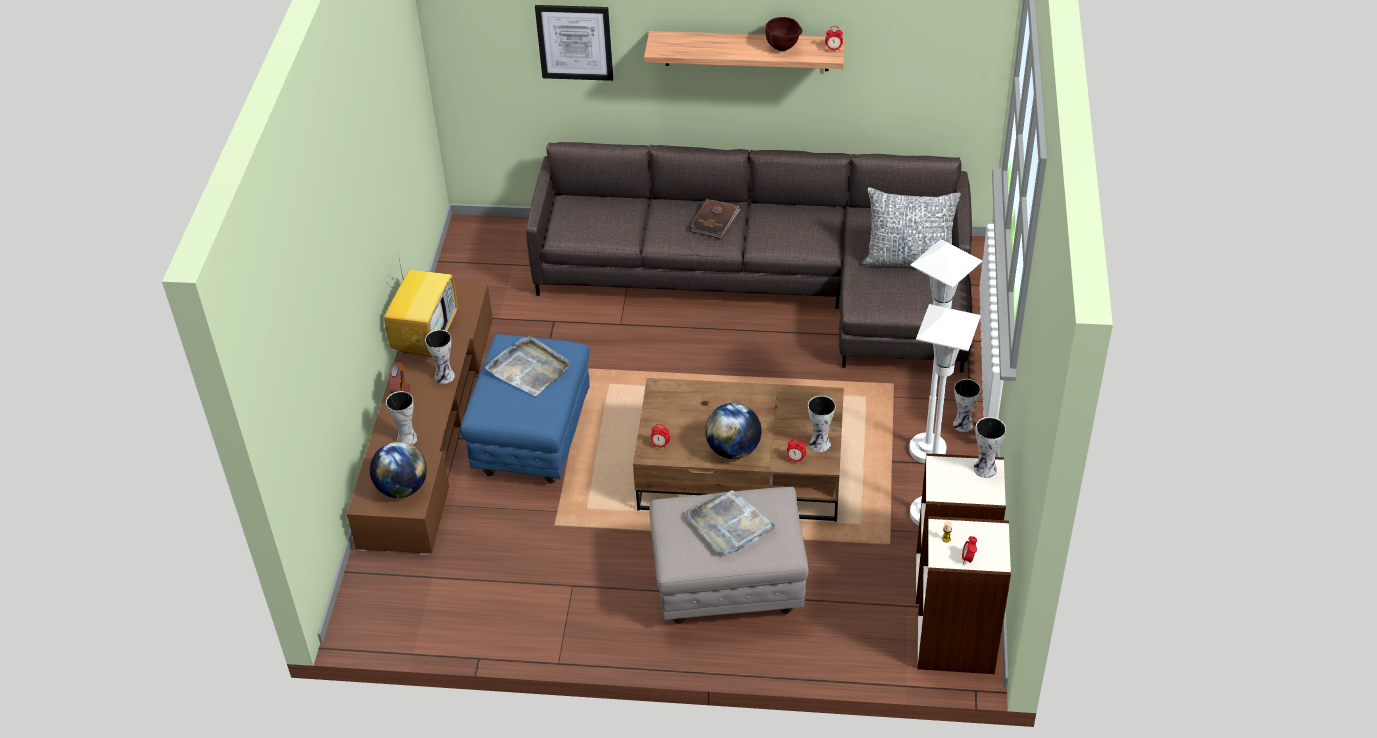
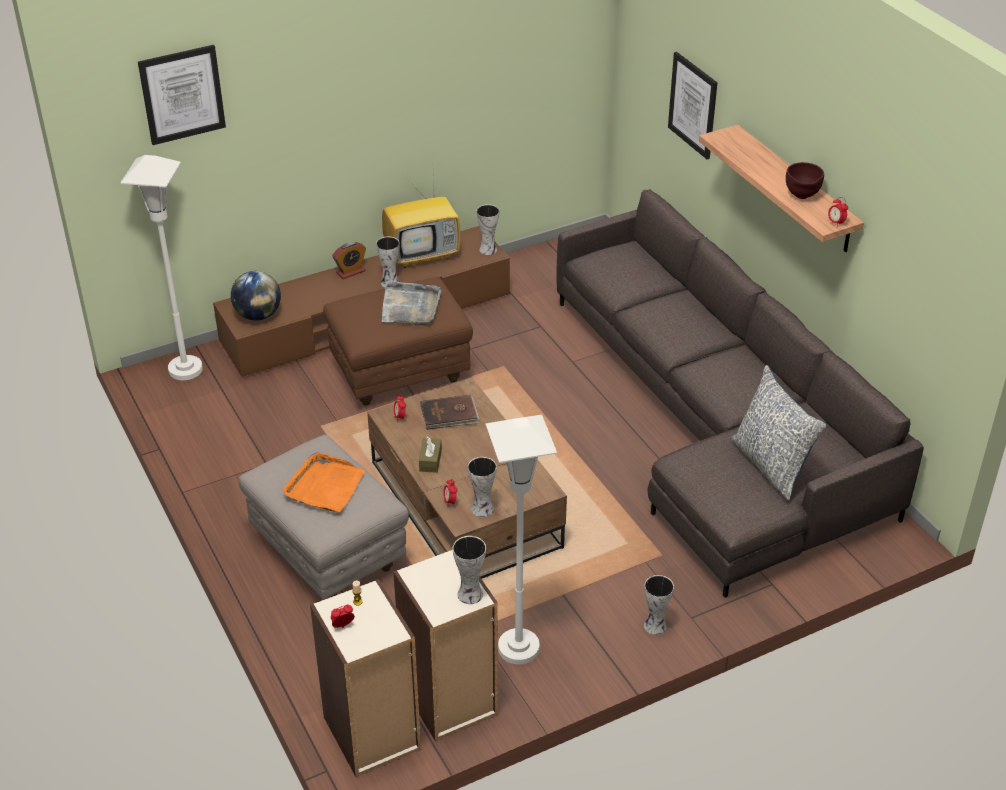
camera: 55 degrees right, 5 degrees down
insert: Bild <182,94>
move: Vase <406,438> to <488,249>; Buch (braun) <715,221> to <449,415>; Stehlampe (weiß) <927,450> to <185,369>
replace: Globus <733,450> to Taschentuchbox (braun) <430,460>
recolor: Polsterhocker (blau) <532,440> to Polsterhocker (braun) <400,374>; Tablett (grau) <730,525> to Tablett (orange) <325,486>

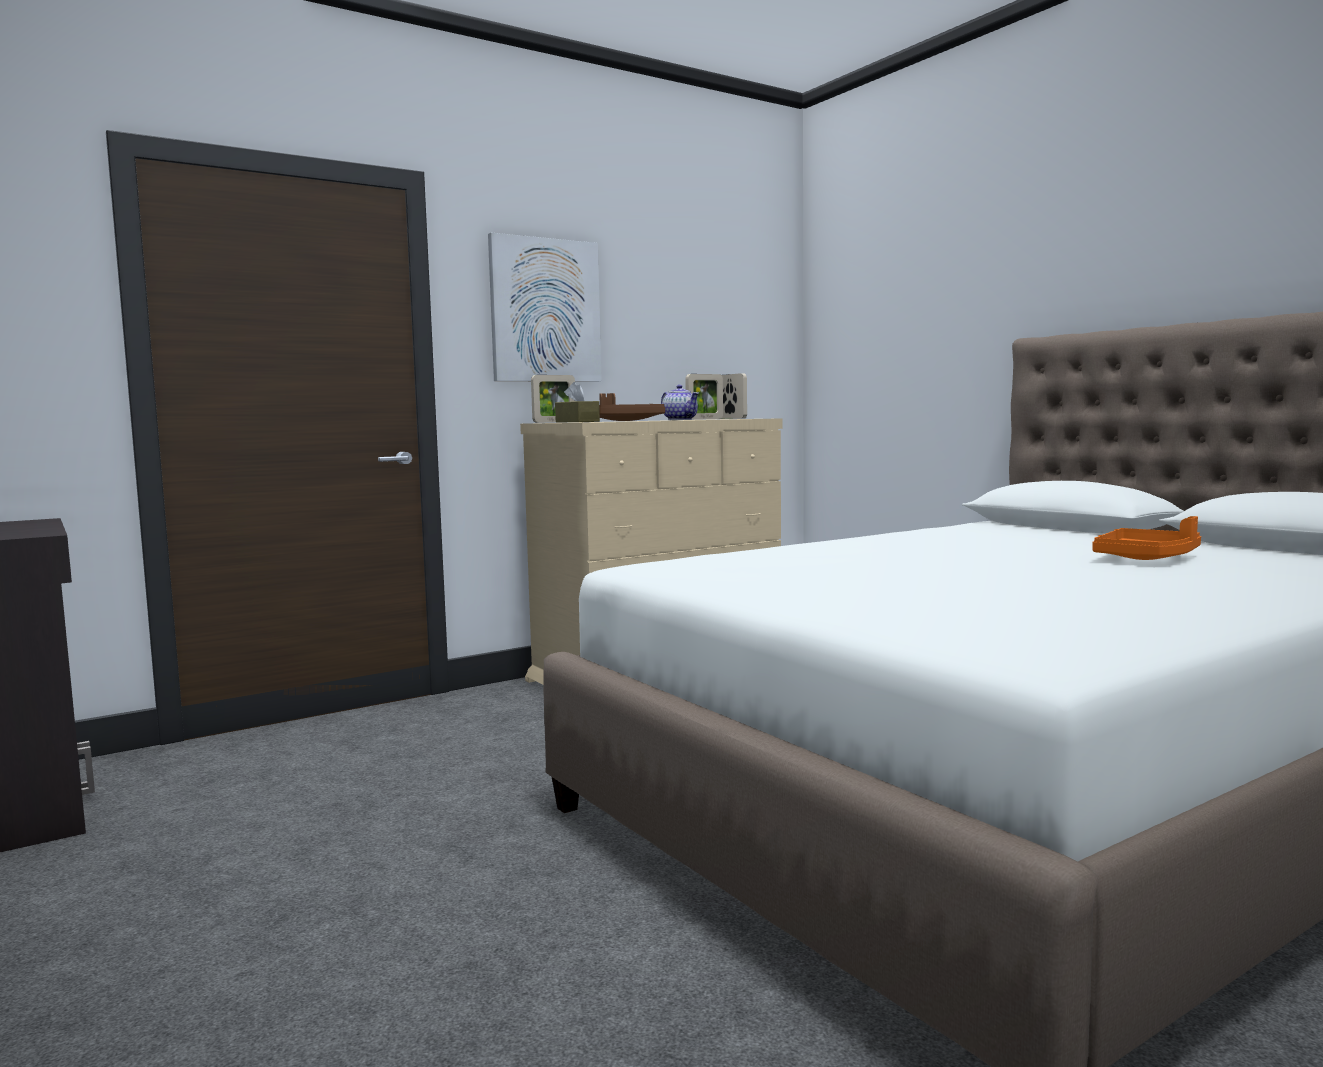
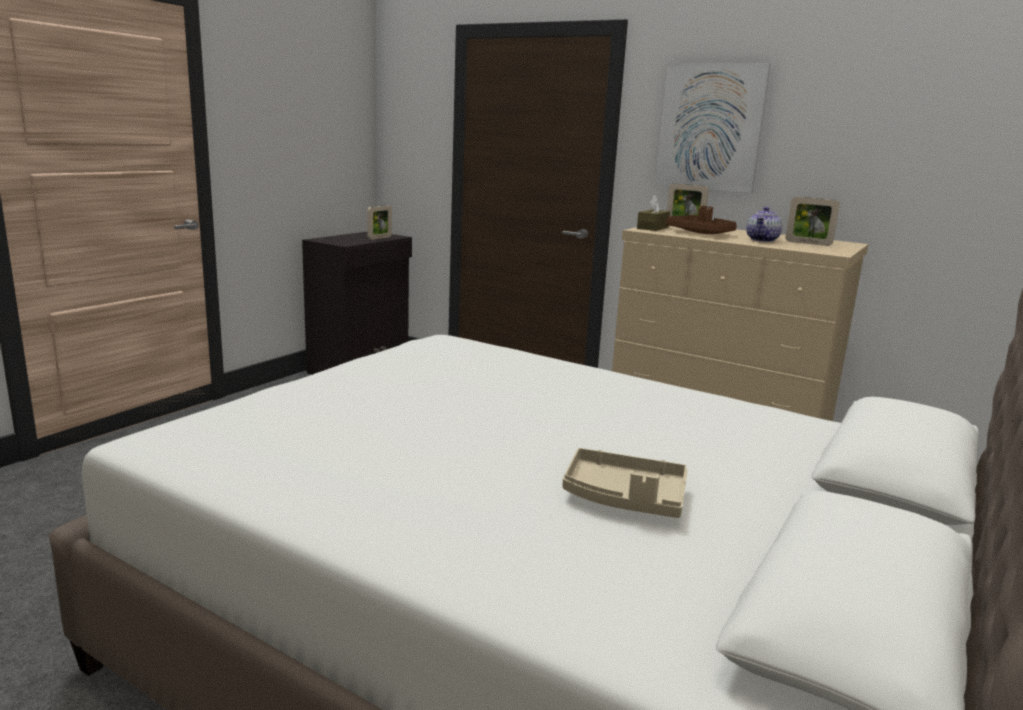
camera: 65 degrees right, 10 degrees up
move: Bilderrahmen <731,418> to <379,238>
recolor: Tablett (orange) <1147,558> to Tablett (beige) <624,498>

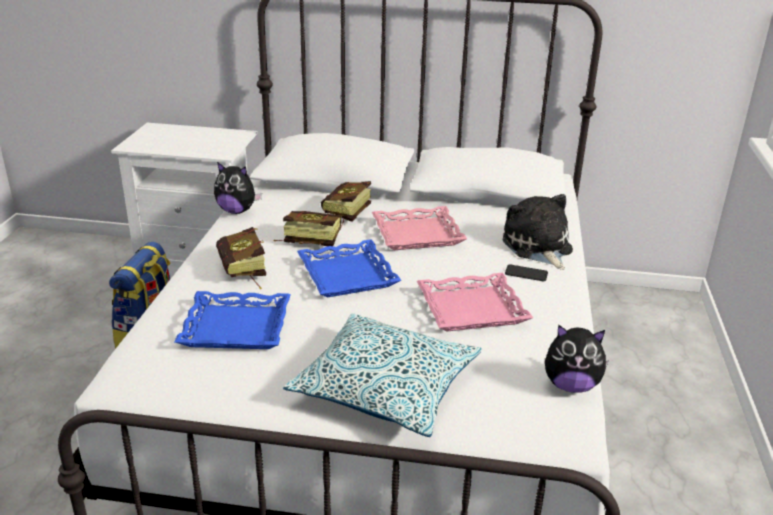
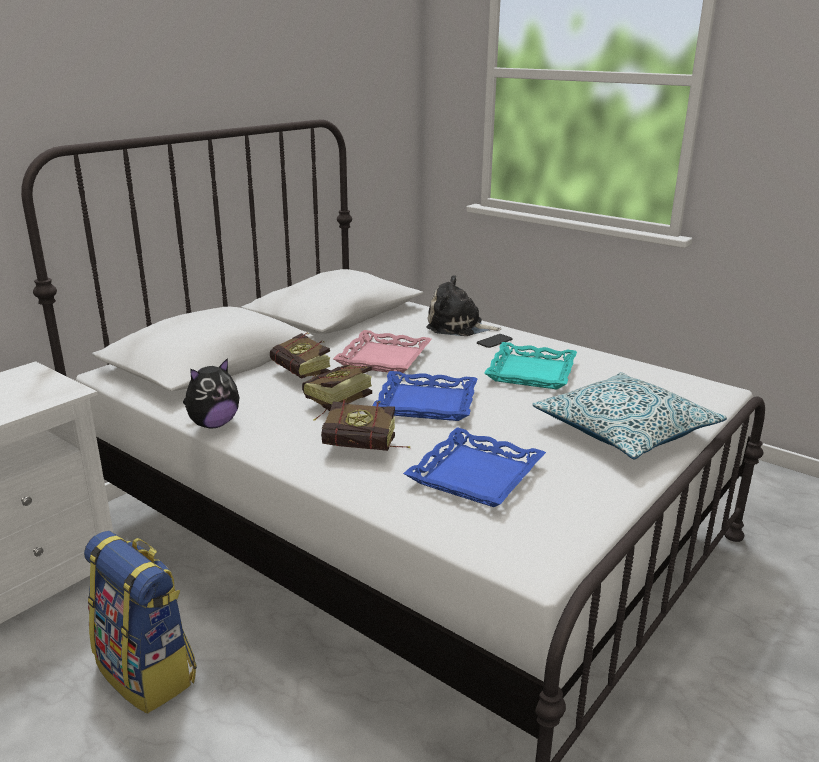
camera: 60 degrees left, 5 degrees down
delete: Plüschtier <571,385>
recolor: Tablett (rosa) <472,310> to Tablett (türkis) <532,372>

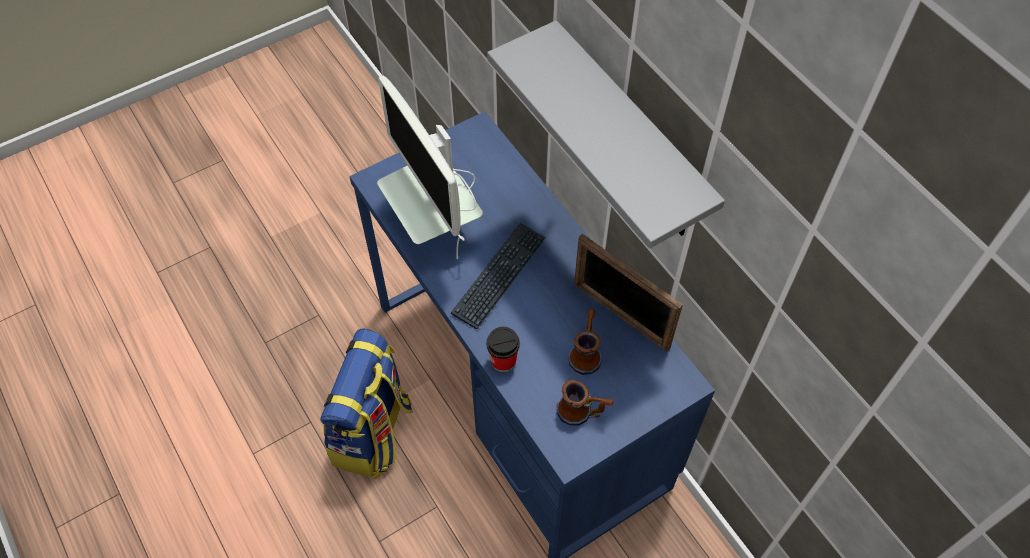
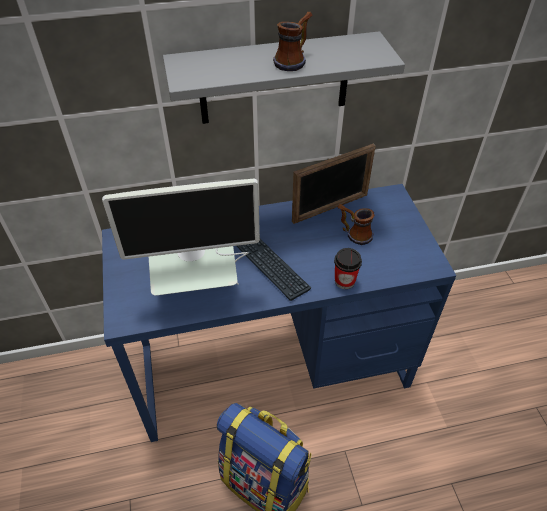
camera: 70 degrees left, 10 degrees down
move: Henkelbecher <583,413> to <294,60>

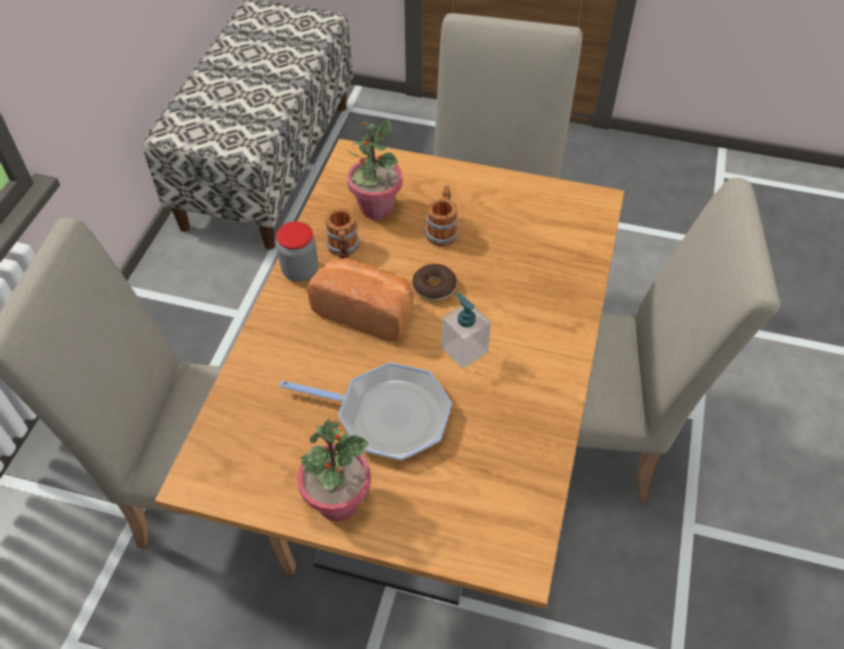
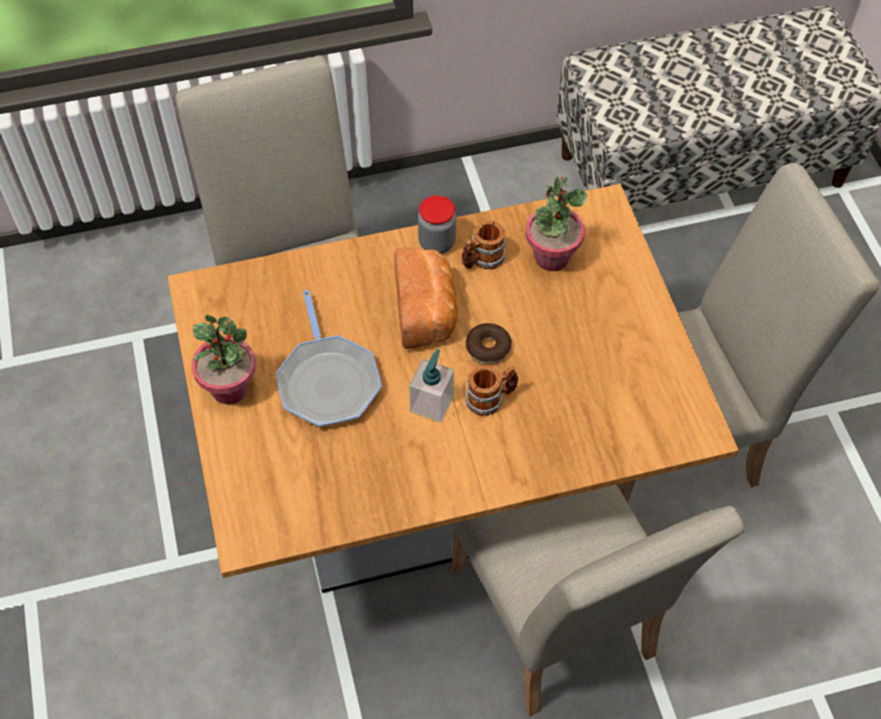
camera: 60 degrees right, 5 degrees up
move: Henkelbecher <442,230> to <491,399>

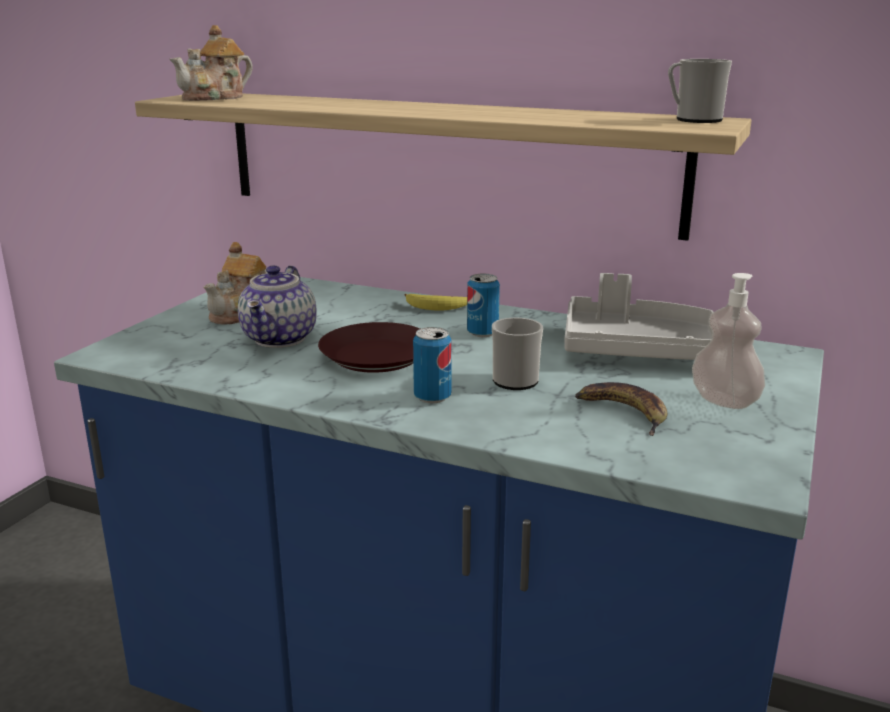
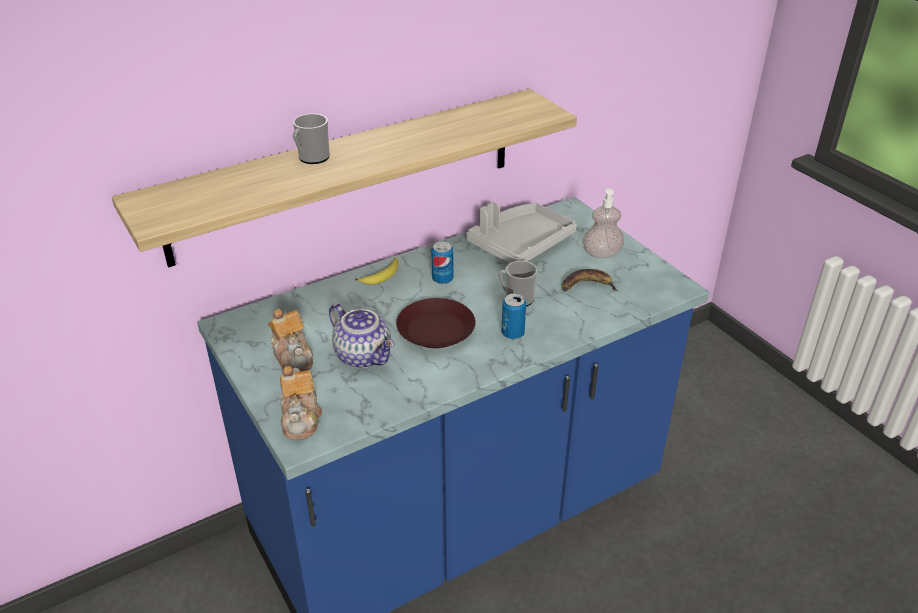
camera: 55 degrees left, 15 degrees up
move: Teekanne <216,98> to <301,418>; Henkelbecher <693,120> to <311,158>

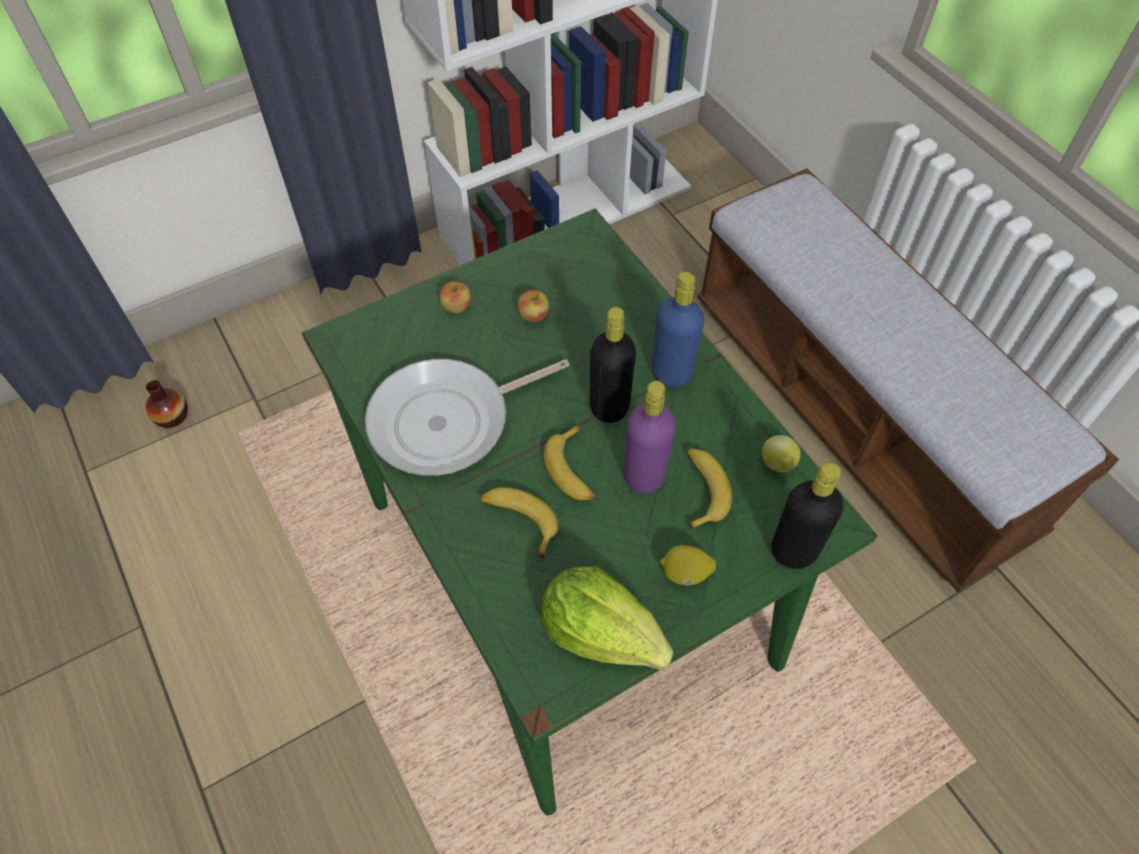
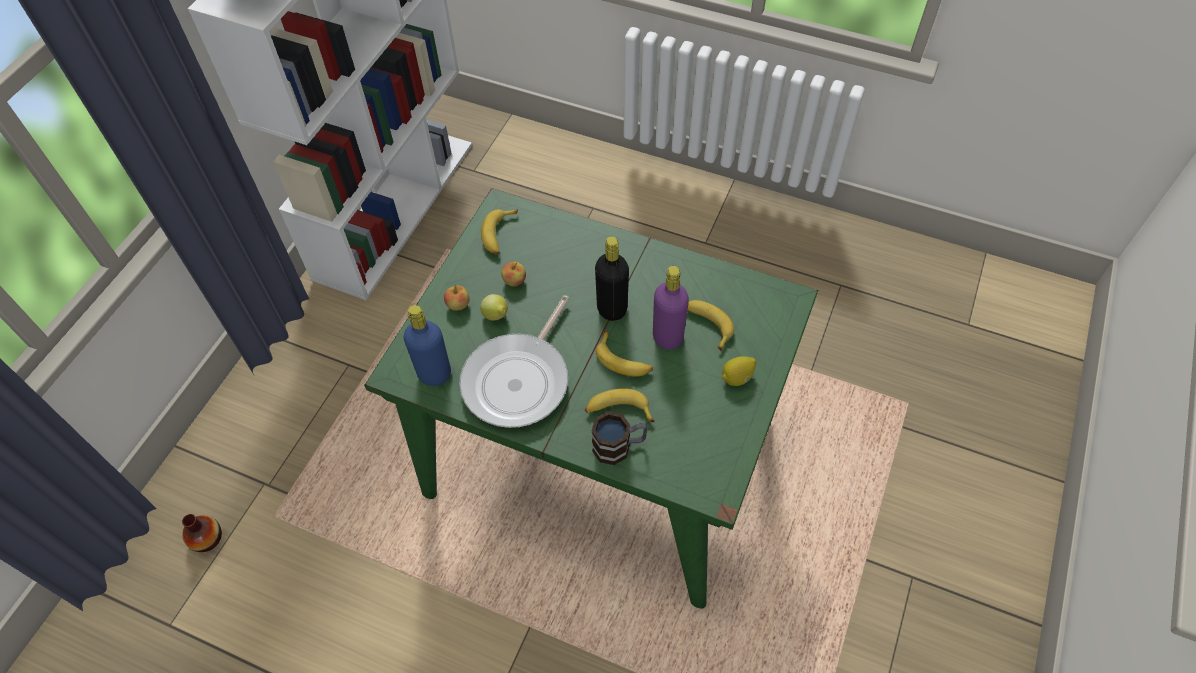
camera: 35 degrees left, 0 degrees up
delete: Salatkopf <602,631>; Bank <855,415>; Flasche (schwarz) <793,551>
insert: Banane <499,235>; Henkelbecher <619,446>
move: Flasche (blau) <671,373> to <434,374>; Zitrone <778,466> to <496,316>

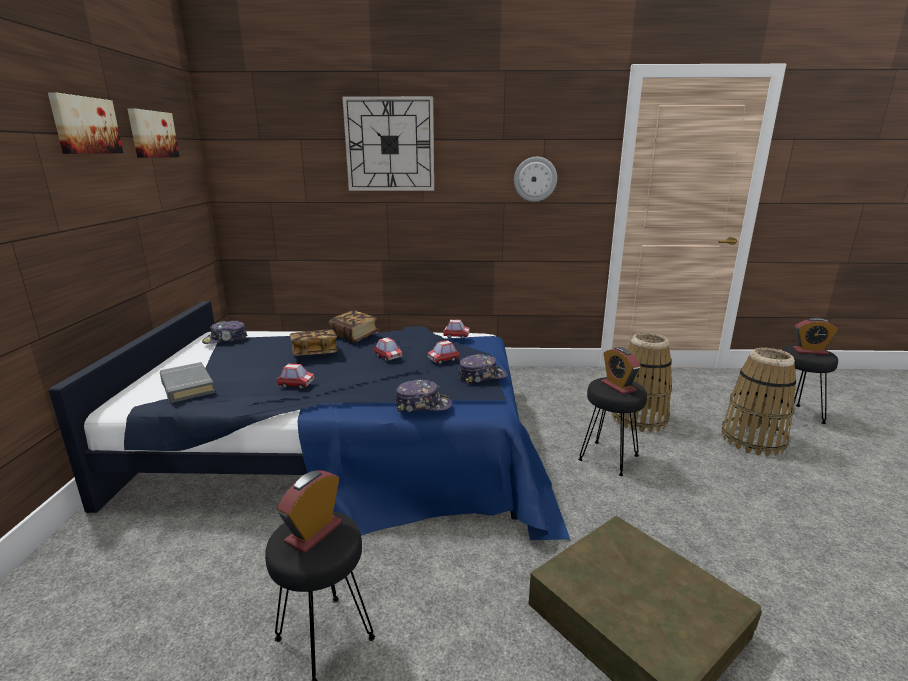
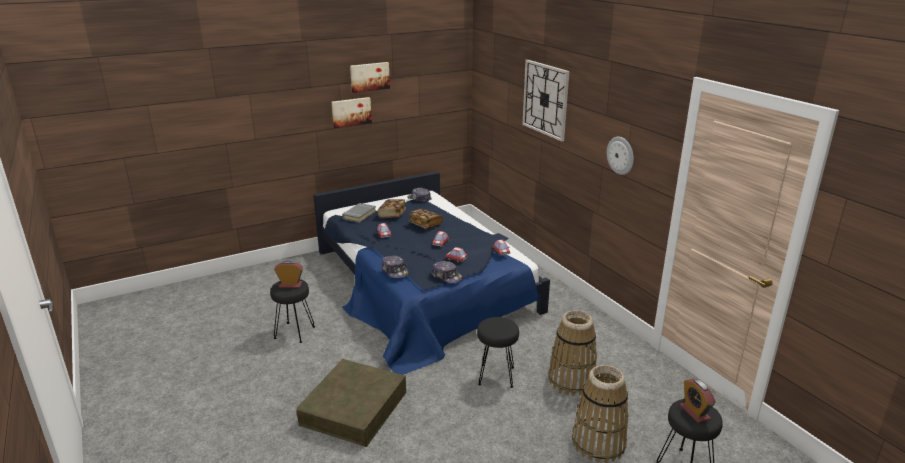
camera: 60 degrees right, 5 degrees up
delete: Wecker <618,387>
move: Bild <152,134> to <351,112>; Buch <354,335> to <392,215>

